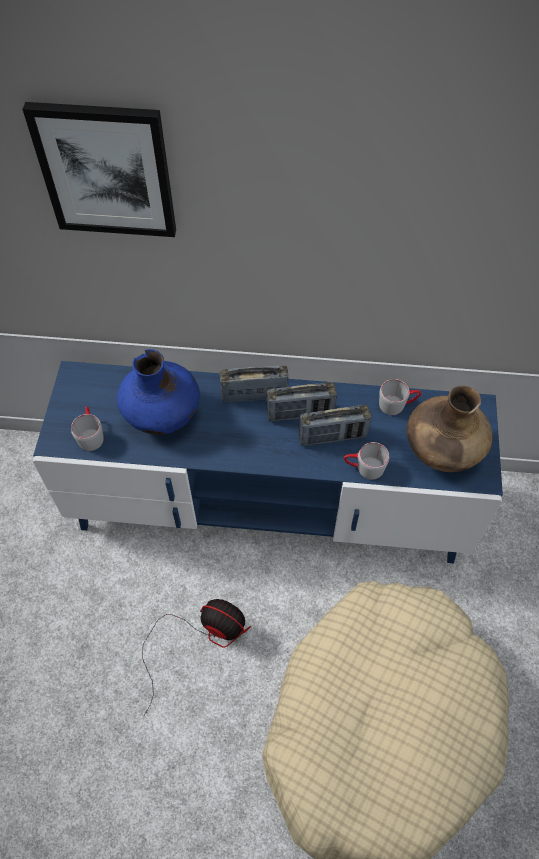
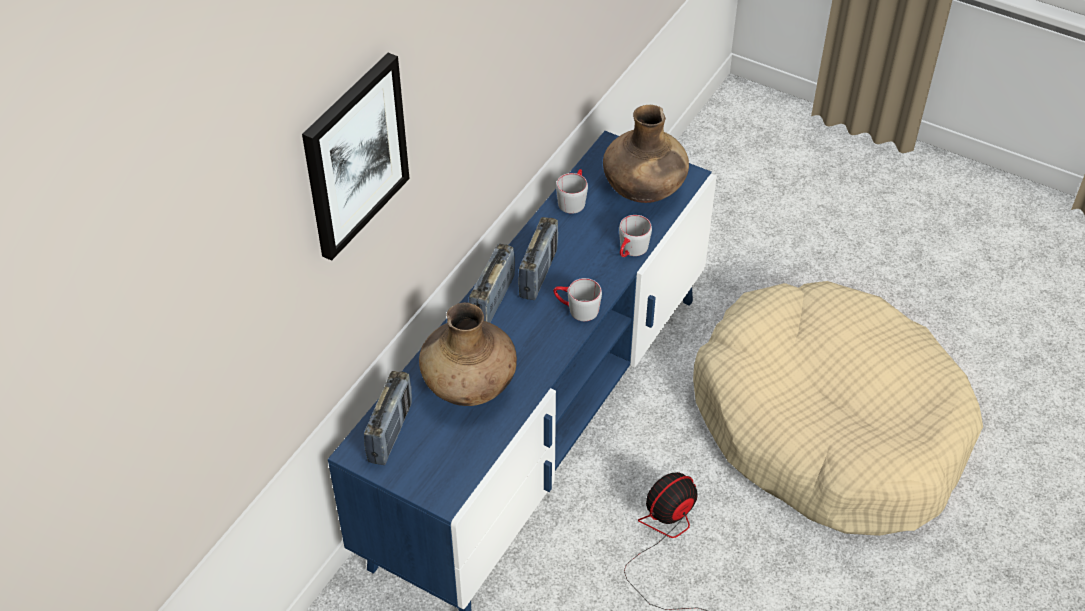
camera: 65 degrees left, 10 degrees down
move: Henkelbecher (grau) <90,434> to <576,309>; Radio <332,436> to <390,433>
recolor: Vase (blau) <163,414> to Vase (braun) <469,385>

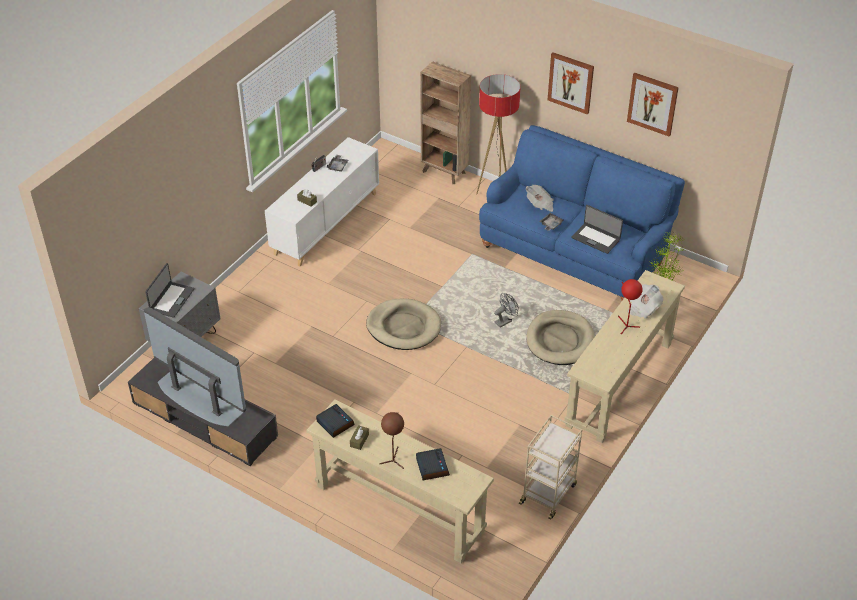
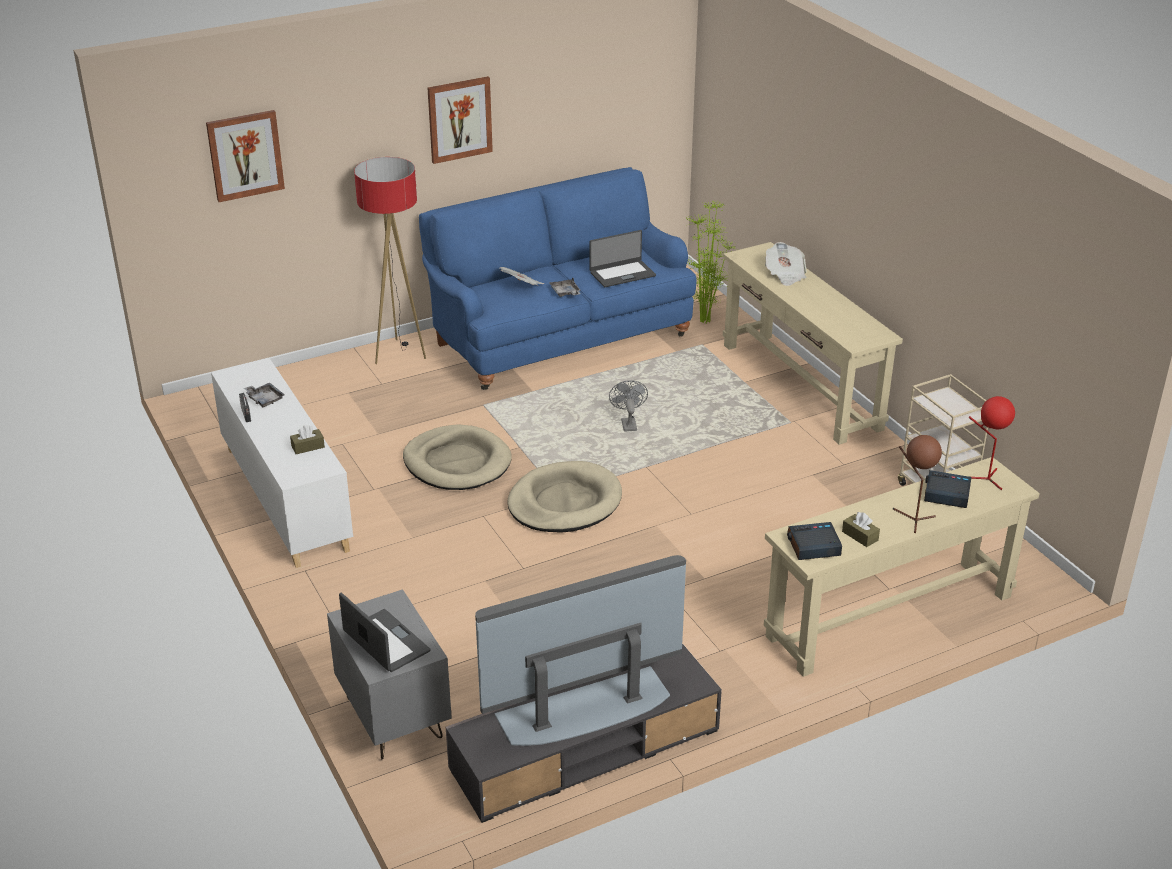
camera: 60 degrees left, 10 degrees down
delete: Bücherregal (braun) <444,172>
move: Hundebett (beige) <560,340> to <457,462>; Tischlampe (rot) <625,325> to <984,479>; Bild <652,104> to <245,155>

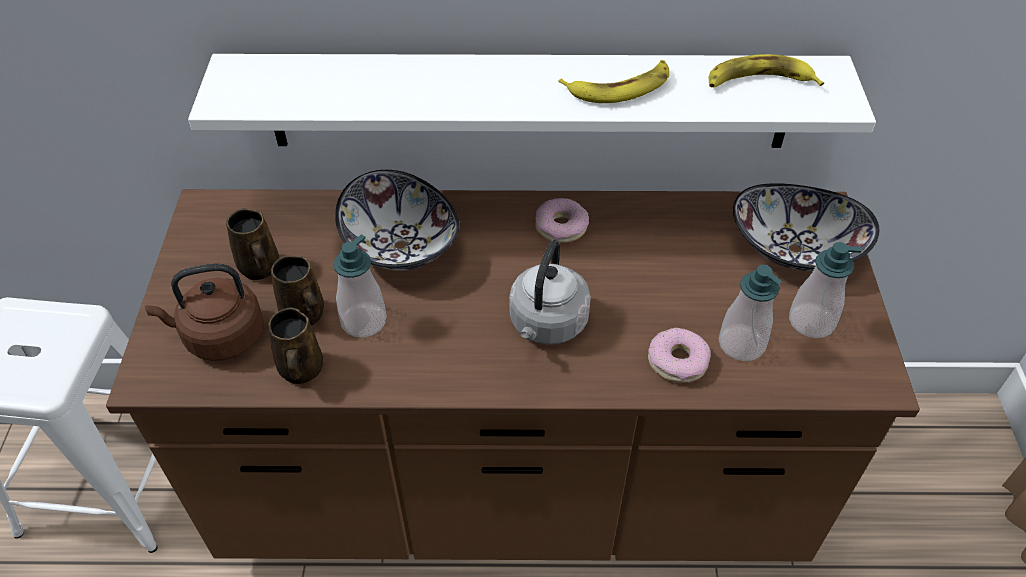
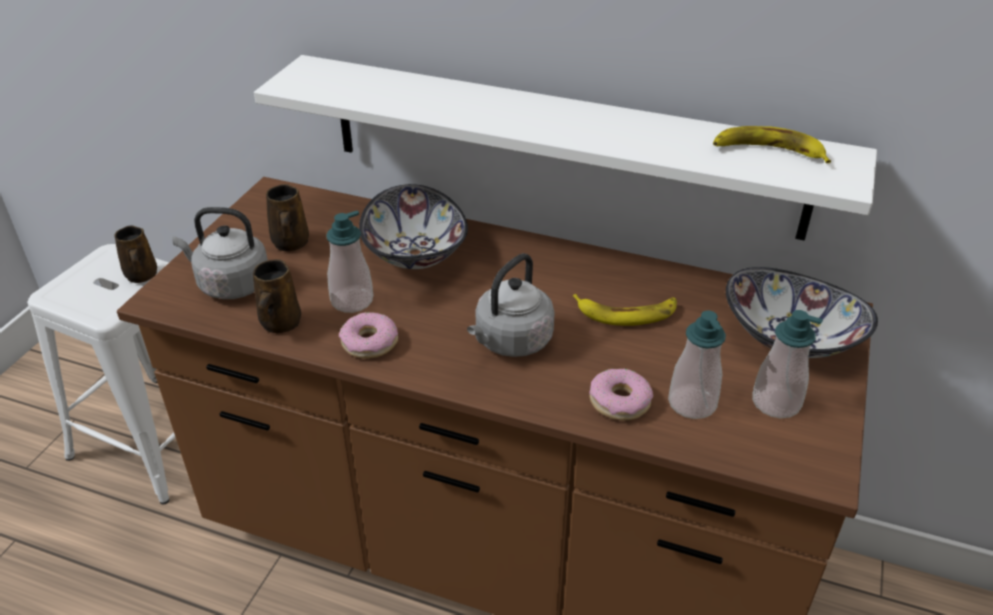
camera: 20 degrees right, 10 degrees down
move: Henkelbecher (braun) <304,315> to <141,276>; Donut <561,227> to <369,342>; Banane <619,87> to <627,313>
recolor: Wasserkessel (braun) <220,337> to Wasserkessel (grau) <230,284>

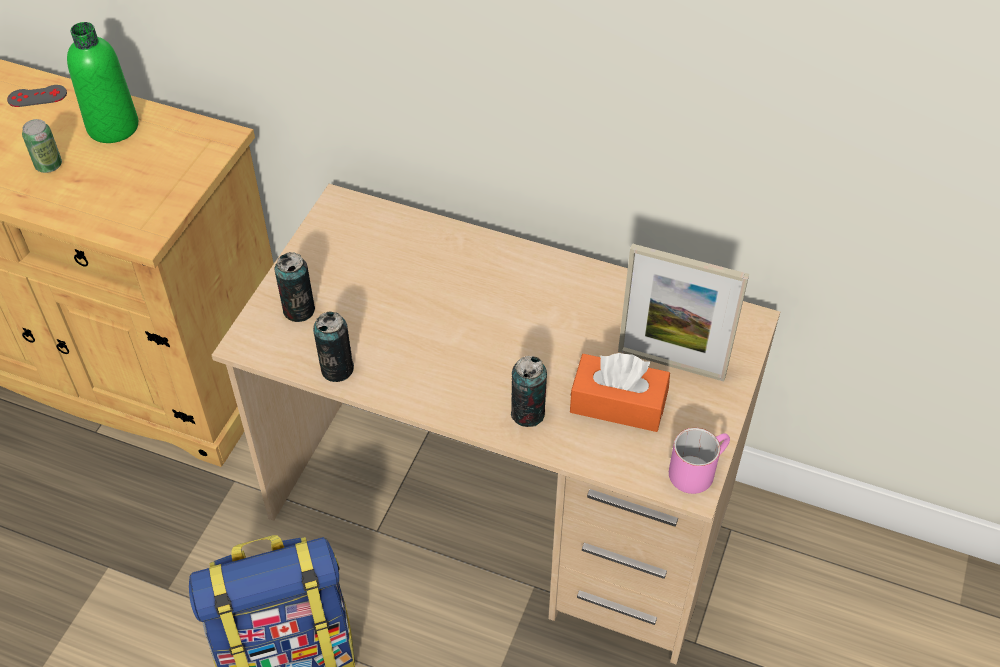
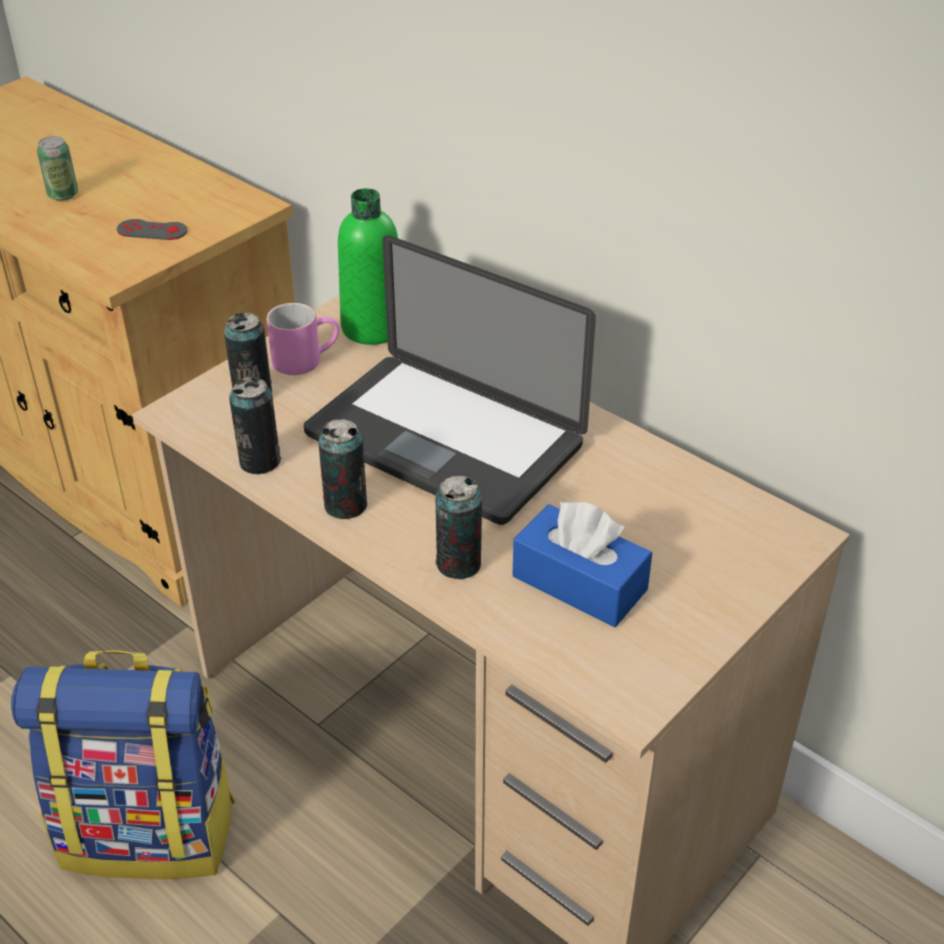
camera: 20 degrees right, 10 degrees down
delete: Bilderrahmen <671,364>
insert: Laptop <444,440>; Dose <345,505>
move: Gamepad (grau) <37,96> to <152,230>; Flasche (grün) <113,127> to <373,327>; Henkelbecher (rosa) <697,469> to <306,359>
recolor: Taschentuchbox (orange) <618,404> to Taschentuchbox (blau) <579,583>

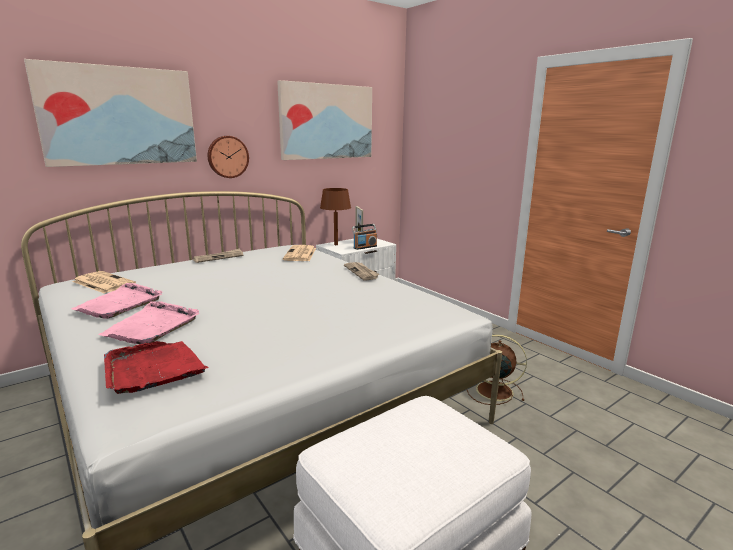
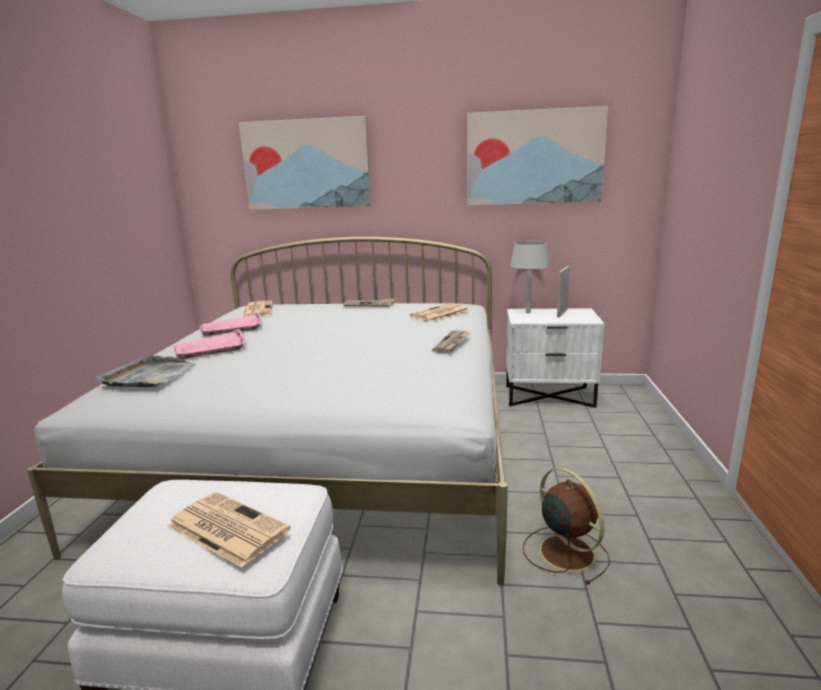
camera: 45 degrees right, 0 degrees up
delete: Wanduhr <227,157>; Radio <365,247>
insert: Zeitung <226,528>
recolor: Tablett (rot) <153,369> to Tablett (grau) <149,376>; Tischlampe (braun) <335,244> to Tischlampe (grau) <528,312>

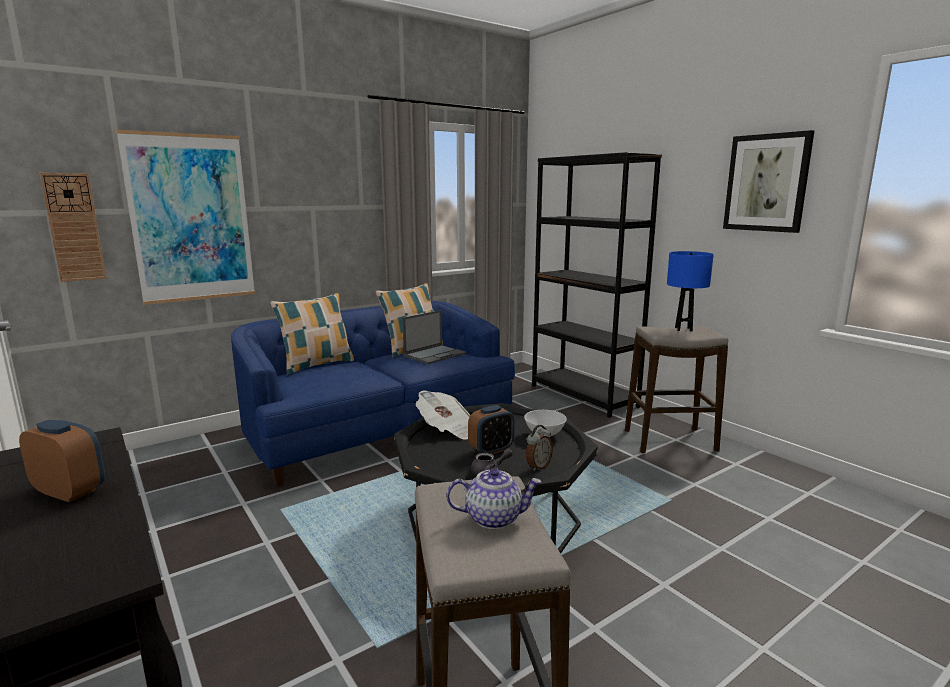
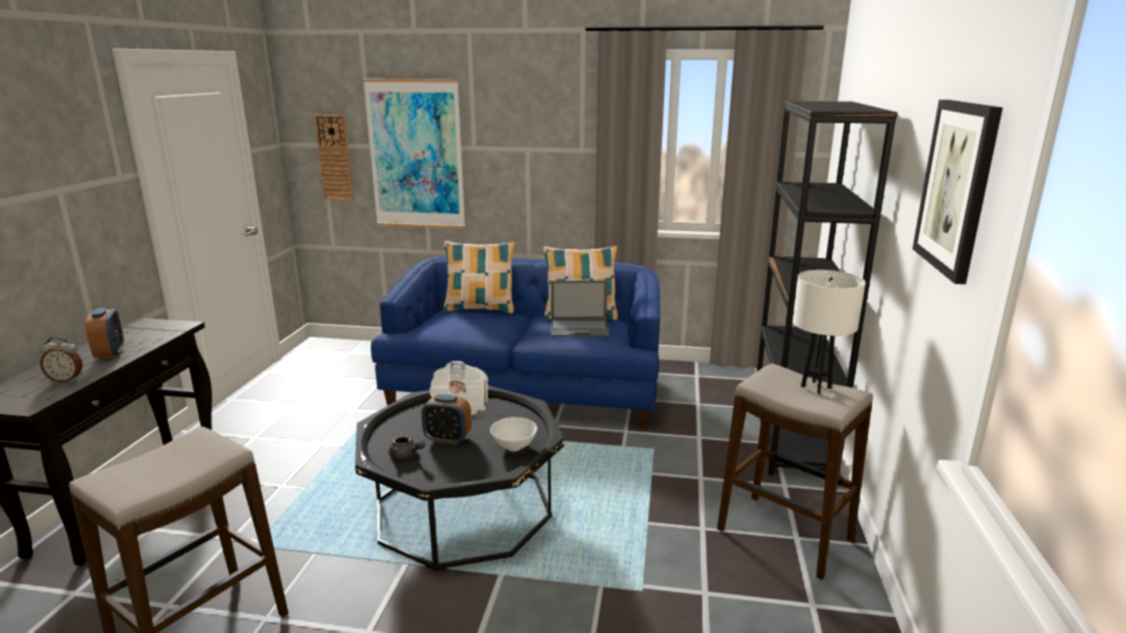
camera: 45 degrees right, 5 degrees up
delete: Teekanne <494,518>
move: Wecker <538,466> to <66,380>
recolor: Tischlampe (blau) <683,329> to Tischlampe (weiß) <816,387>

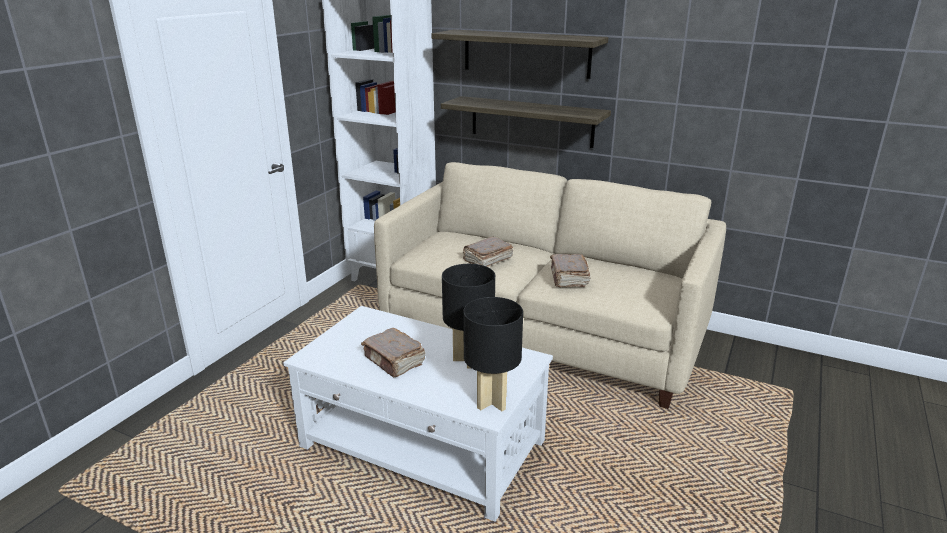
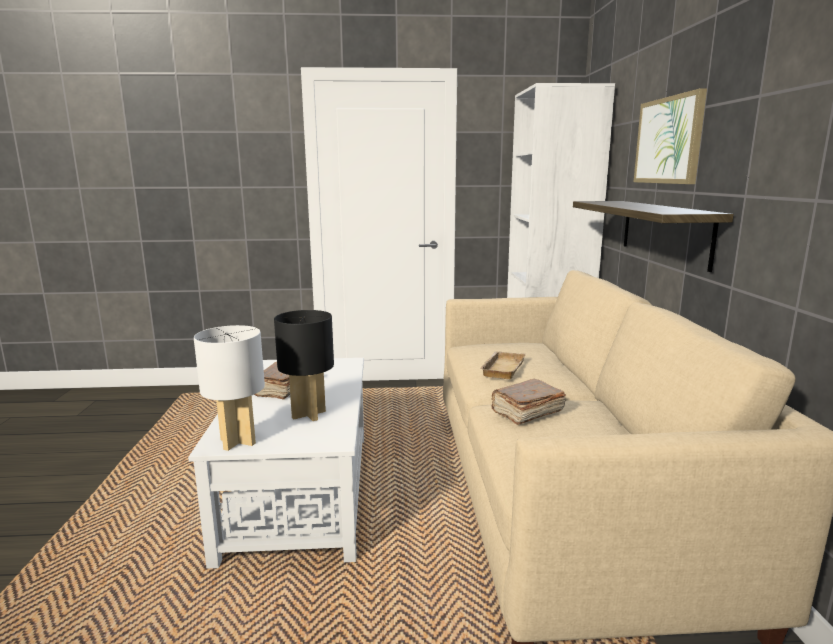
camera: 60 degrees right, 10 degrees down
replace: Wandregal <526,53> to Bild <669,140>; Buch (braun) <487,260> to Tablett (beige) <501,368>
recolor: Tischlampe (schwarz) <491,402> to Tischlampe (weiß) <237,441>

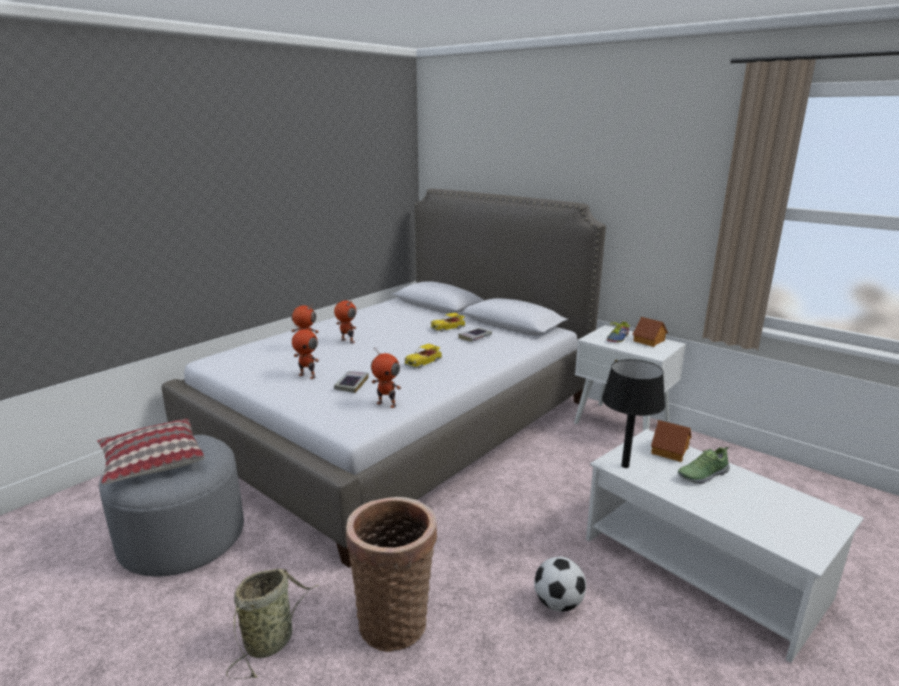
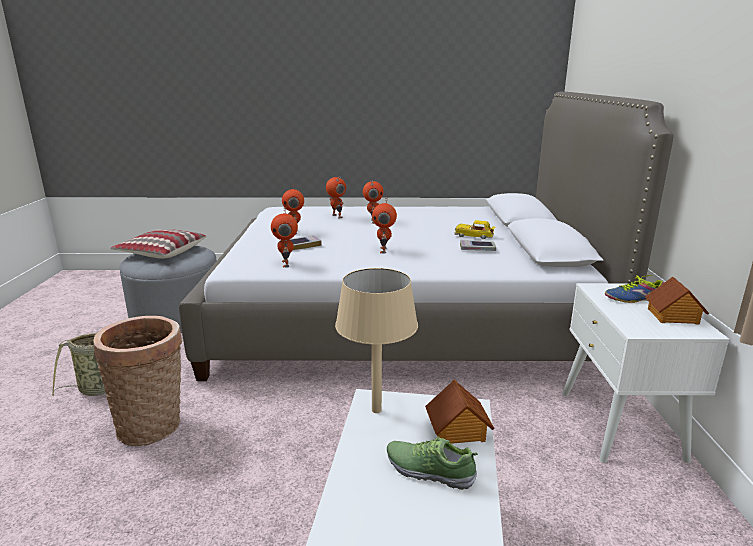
camera: 50 degrees right, 0 degrees up
delete: Fußball <558,603>
replace: Spielzeugauto <424,362> to Spielzeugroboter <384,250>
recolor: Tischlampe (schwarz) <625,466> to Tischlampe (beige) <376,410>

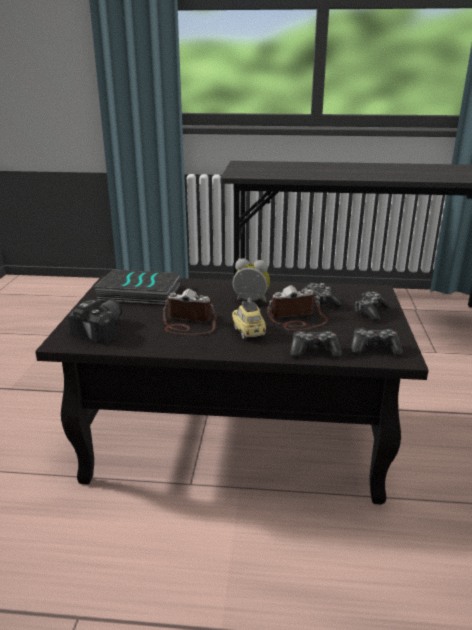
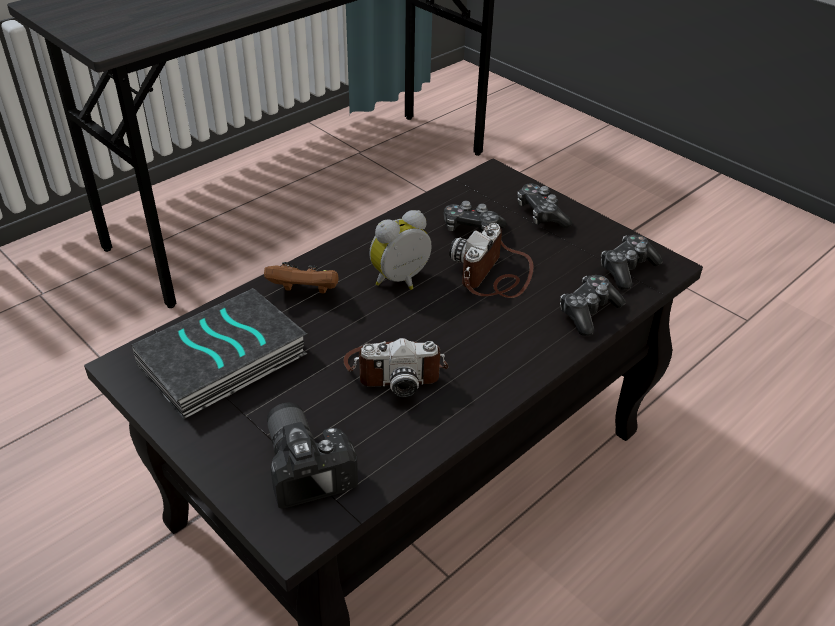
camera: 50 degrees left, 15 degrees up
delete: Spielzeugauto <249,332>
insert: Gamepad (braun) <305,293>
rotate: Kamera <188,324> = <395,369> 150 degrees counterclockwise

